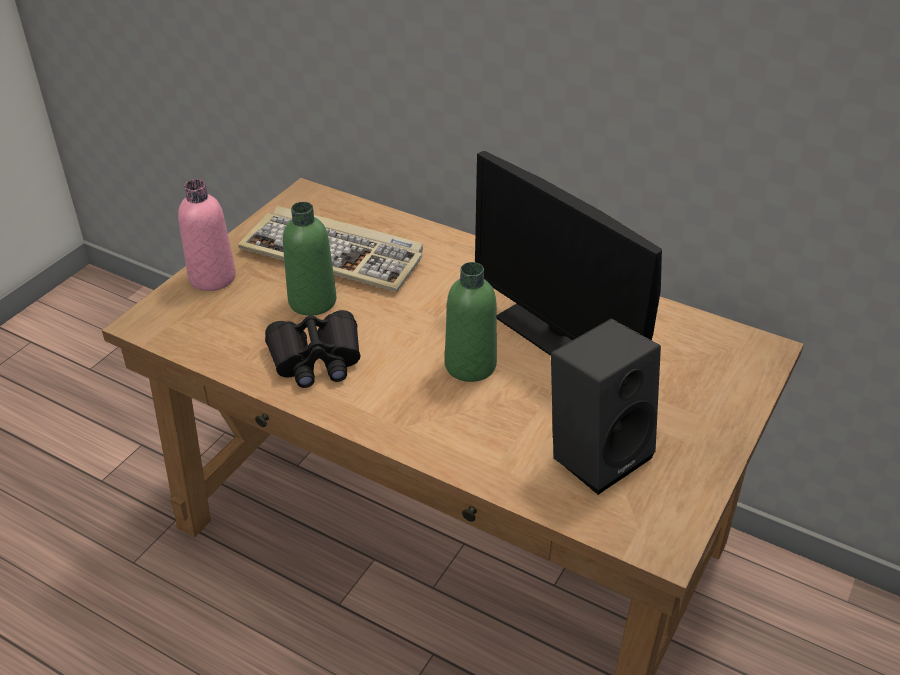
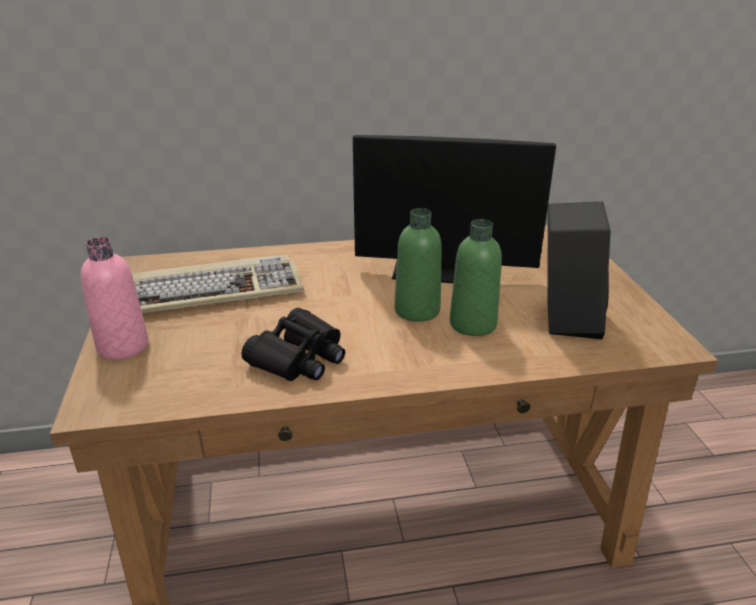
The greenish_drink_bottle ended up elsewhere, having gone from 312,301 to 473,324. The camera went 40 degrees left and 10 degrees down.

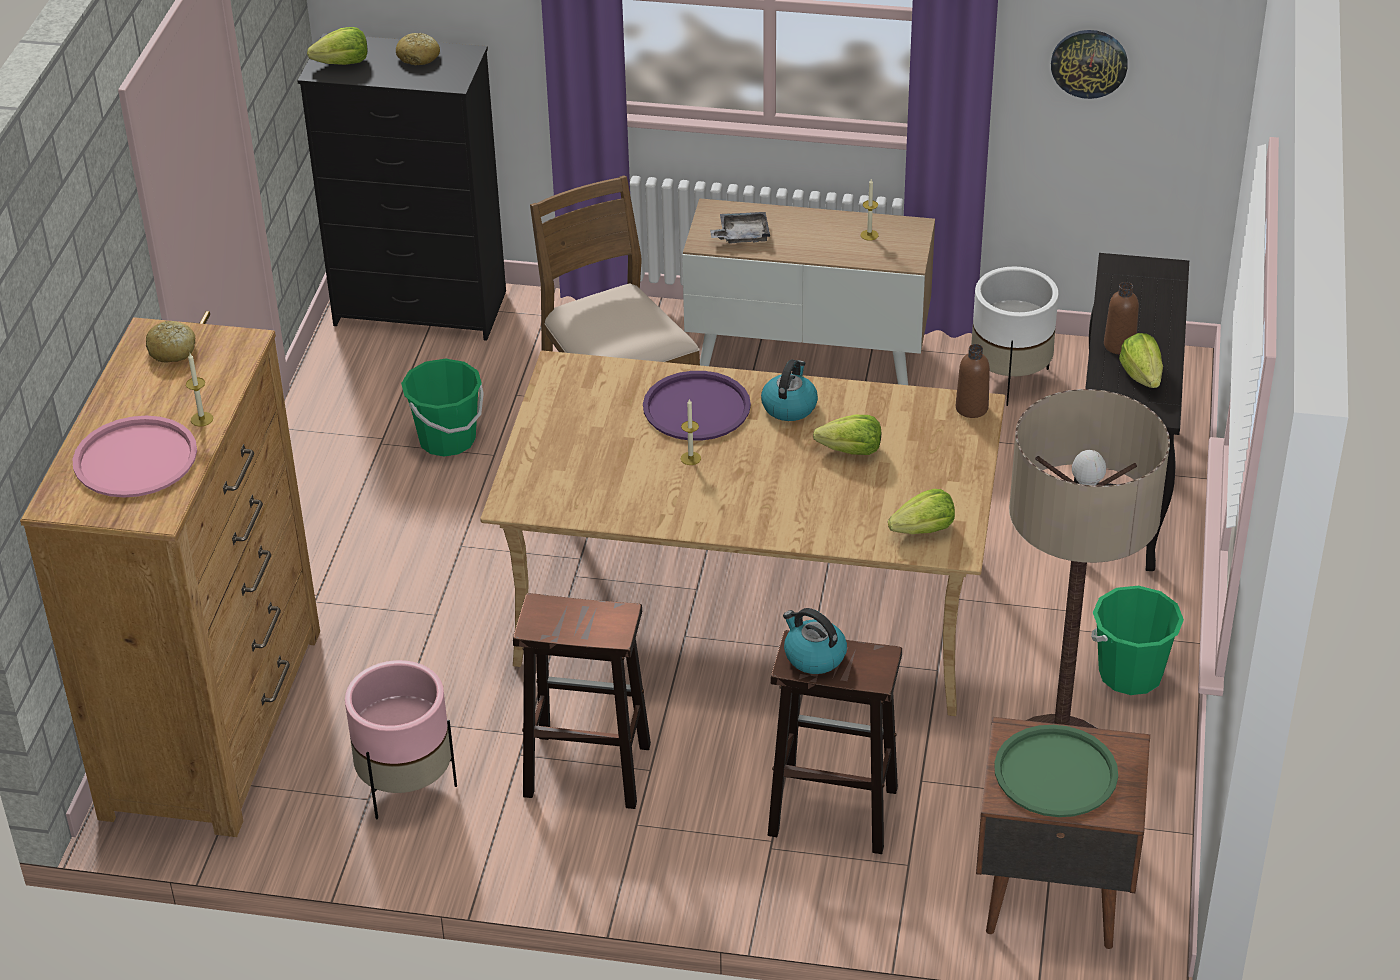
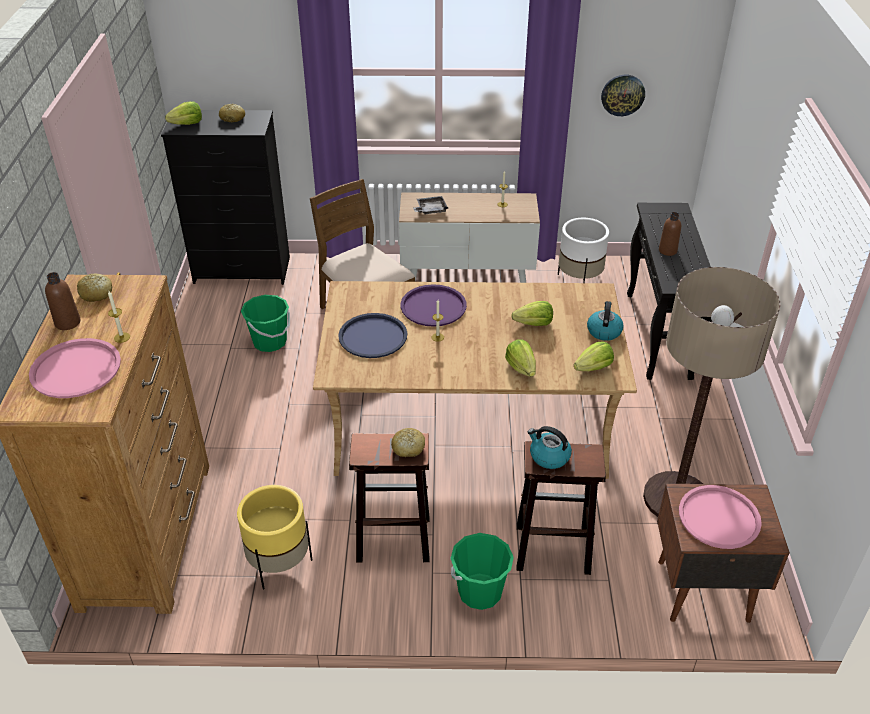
The head_of_lettuce ended up elsewhere, having gone from 1142,376 to 521,368. The brownish_drink_bottle ended up elsewhere, having gone from 971,408 to 67,322. The tea_kettle ended up elsewhere, having gone from 789,406 to 604,331. The greenish_water_bucket ended up elsewhere, having gone from 1130,674 to 480,591. What was the pink_plant_pot at 406,786 turned into the yellow_plant_pot at 279,564. What was the greenish_serving_tray at 1055,773 turned into the pink_serving_tray at 719,518. The second view gained the blue-coloured_serving_tray at 372,336. The second view gained the bakery_bread at 408,448. The camera went 10 degrees left and 0 degrees up.

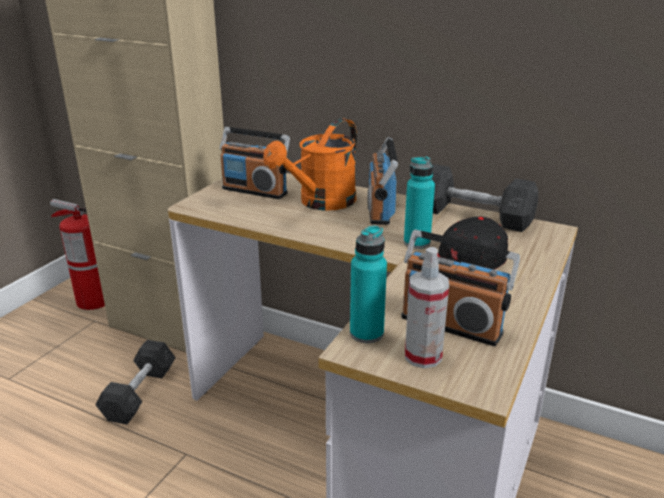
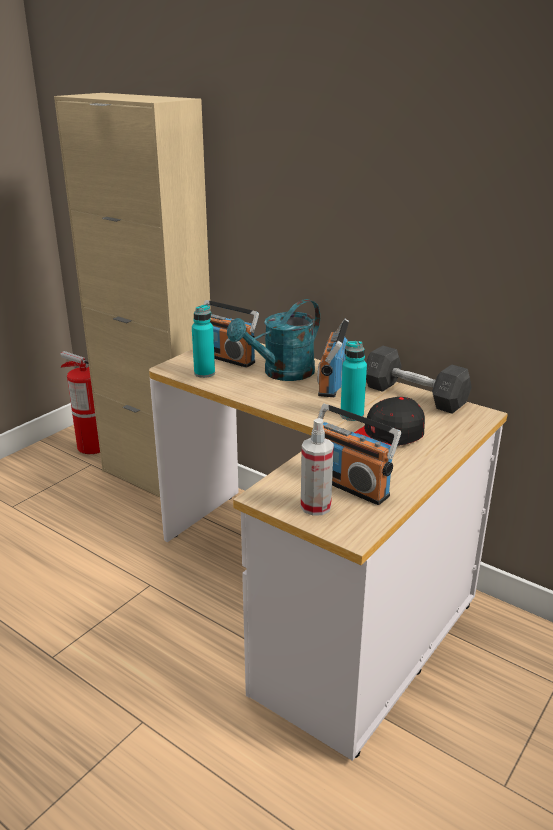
What was the orangey_watering_pot at 321,203 turned into the turquoise-coloured_watering_pot at 281,373. The turquoise-coloured_drink_bottle ended up elsewhere, having gone from 366,333 to 204,373. The second view lost the grey_dumbbell at 140,393. The camera went 10 degrees right and 0 degrees up.

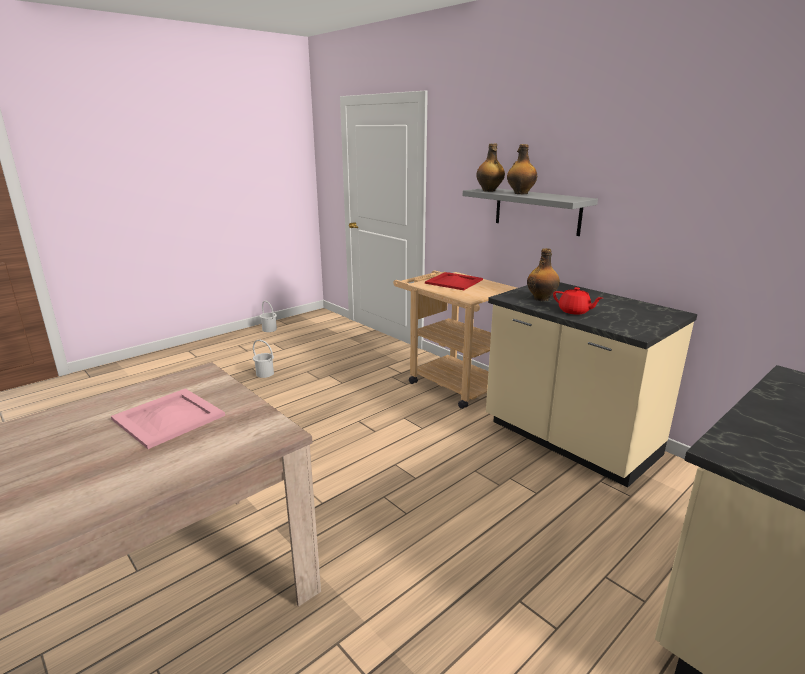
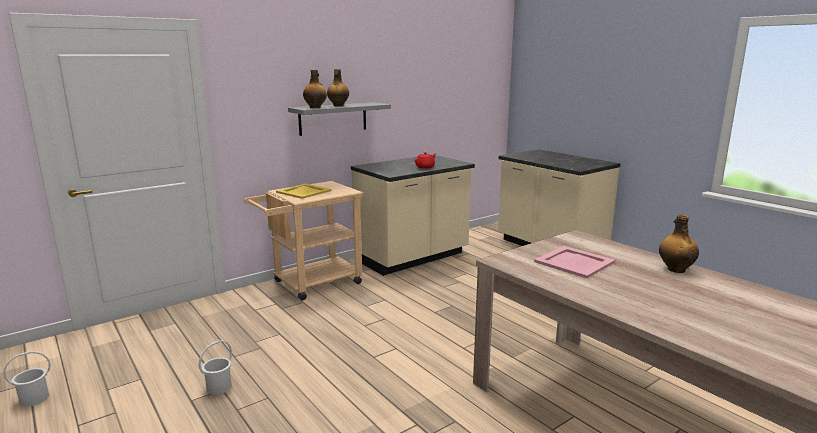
The drink_bottle ended up elsewhere, having gone from 541,299 to 675,269. What was the red-coloured_serving_tray at 453,281 turned into the yellow_serving_tray at 303,191. The camera went 85 degrees left and 5 degrees down.

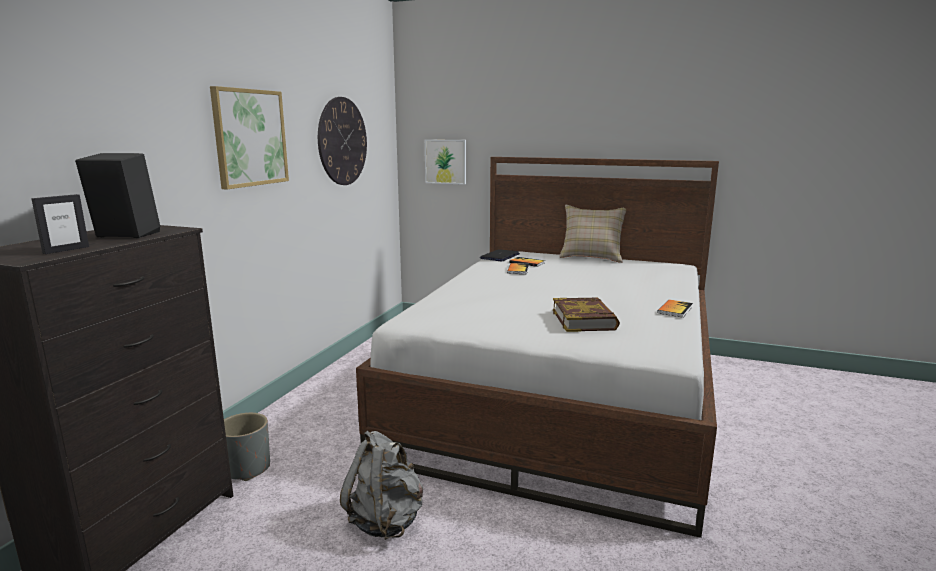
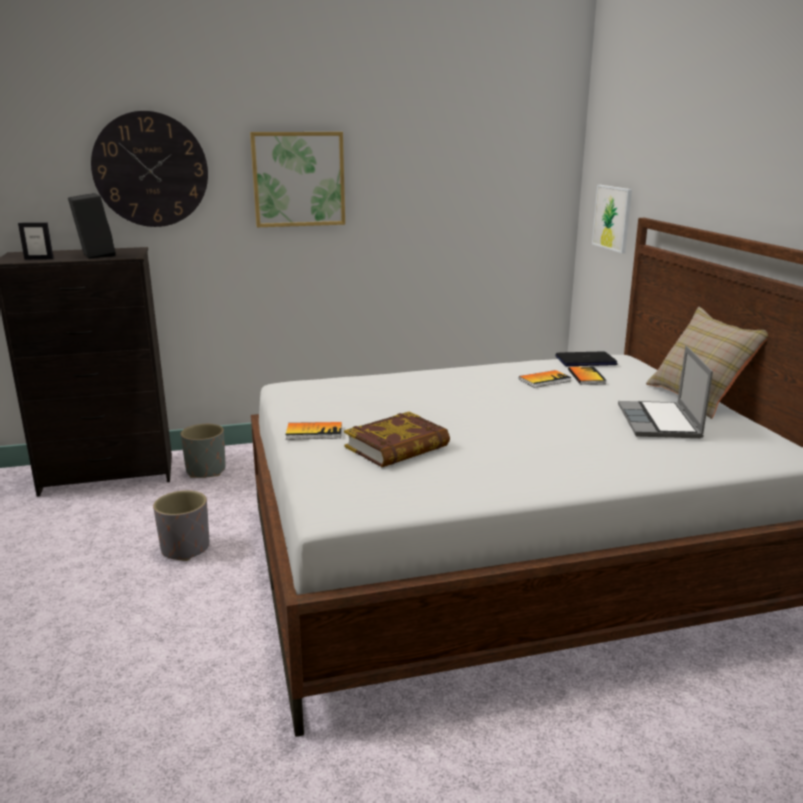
The hanging_clock ended up elsewhere, having gone from 342,141 to 150,170. The bound_book ended up elsewhere, having gone from 675,309 to 314,432. Where the grey_backpack stood at 386,520, the grey_plant_pot came to stand at 185,548. The second view gained the portable_computer at 660,422. The camera went 55 degrees right and 5 degrees up.

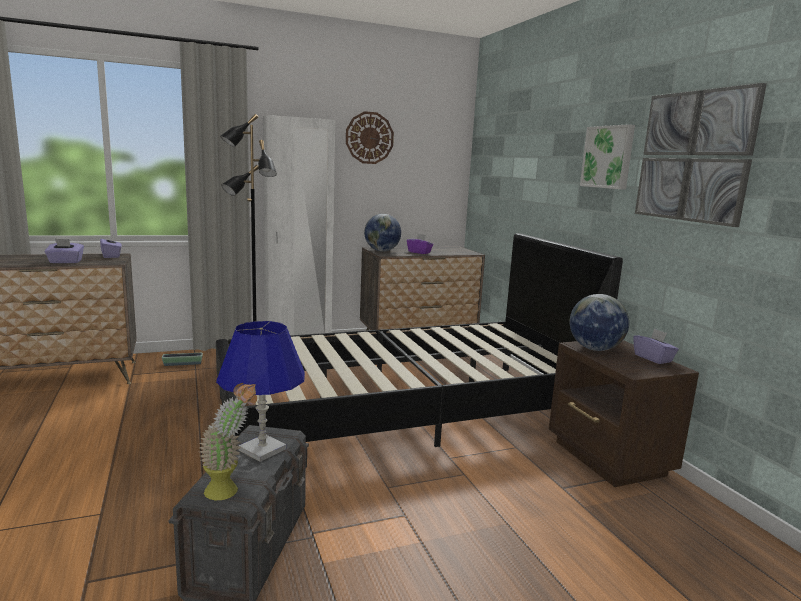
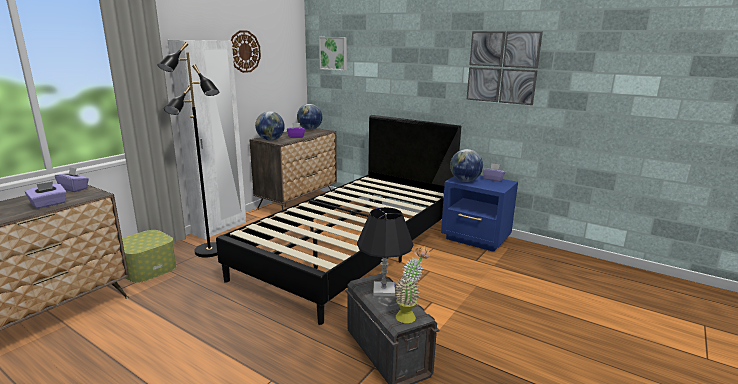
The picture ended up elsewhere, having gone from 608,157 to 334,53. What was the blue-coloured_table_lamp at 262,449 turned into the black_table_lamp at 383,289. What was the brownish_nightstand at 609,459 turned into the blue-coloured_nightstand at 476,239. Where the plant_pot stood at 182,364, the storage_bin came to stand at 147,268. The second view gained the desk_globe at 309,129. The camera went 35 degrees left and 5 degrees up.

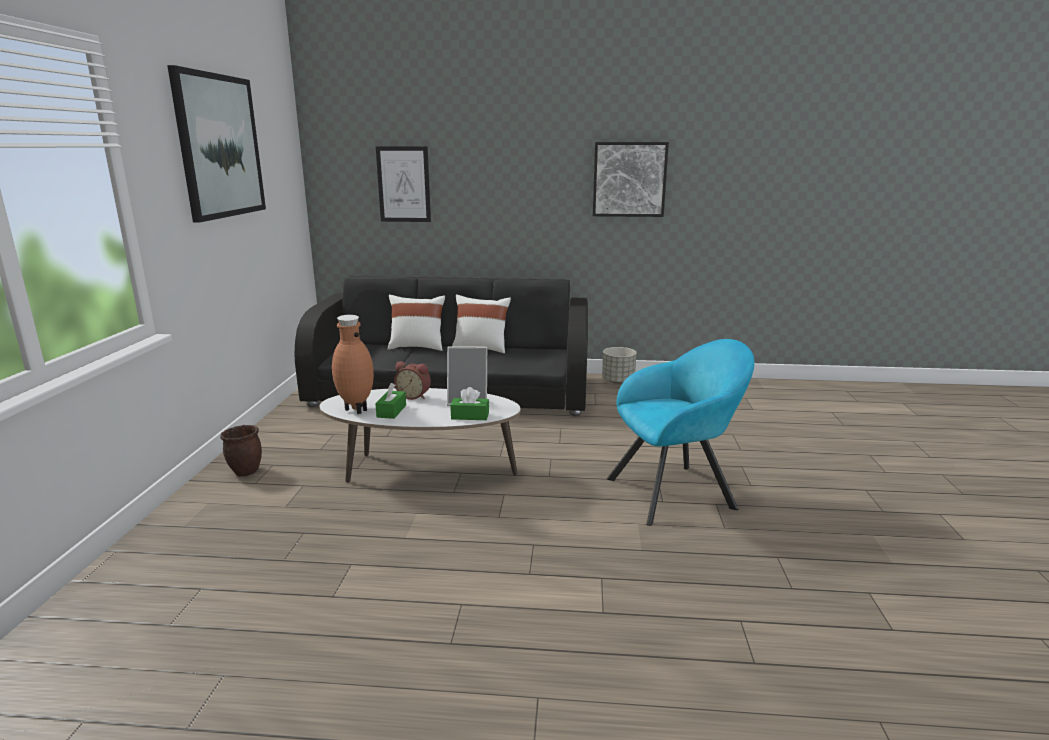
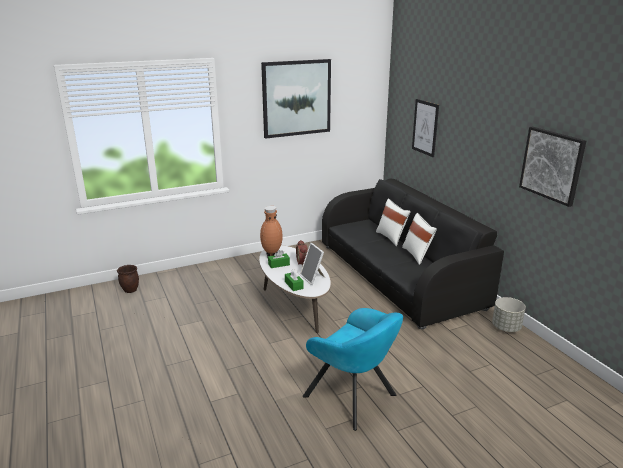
The brownish_plant_pot ended up elsewhere, having gone from 246,471 to 130,290. The camera went 60 degrees right and 5 degrees up.

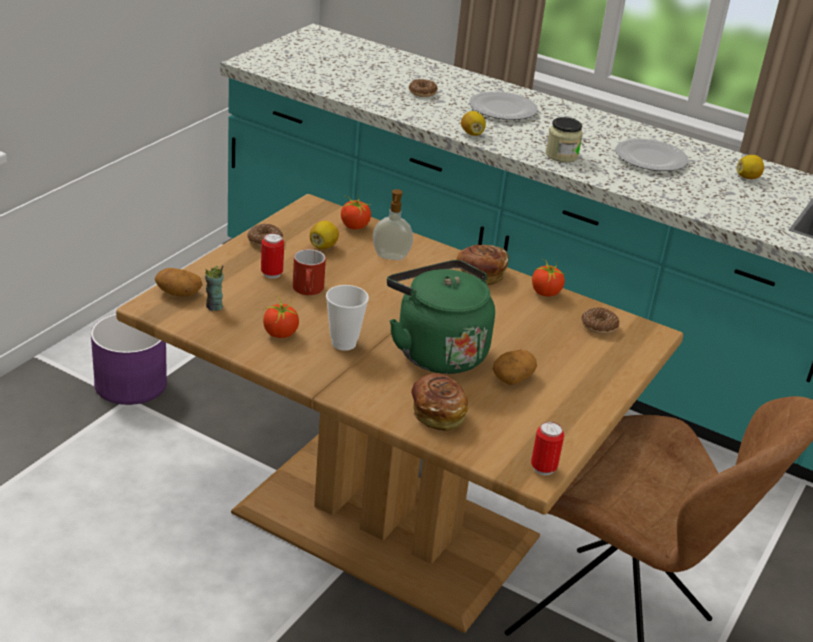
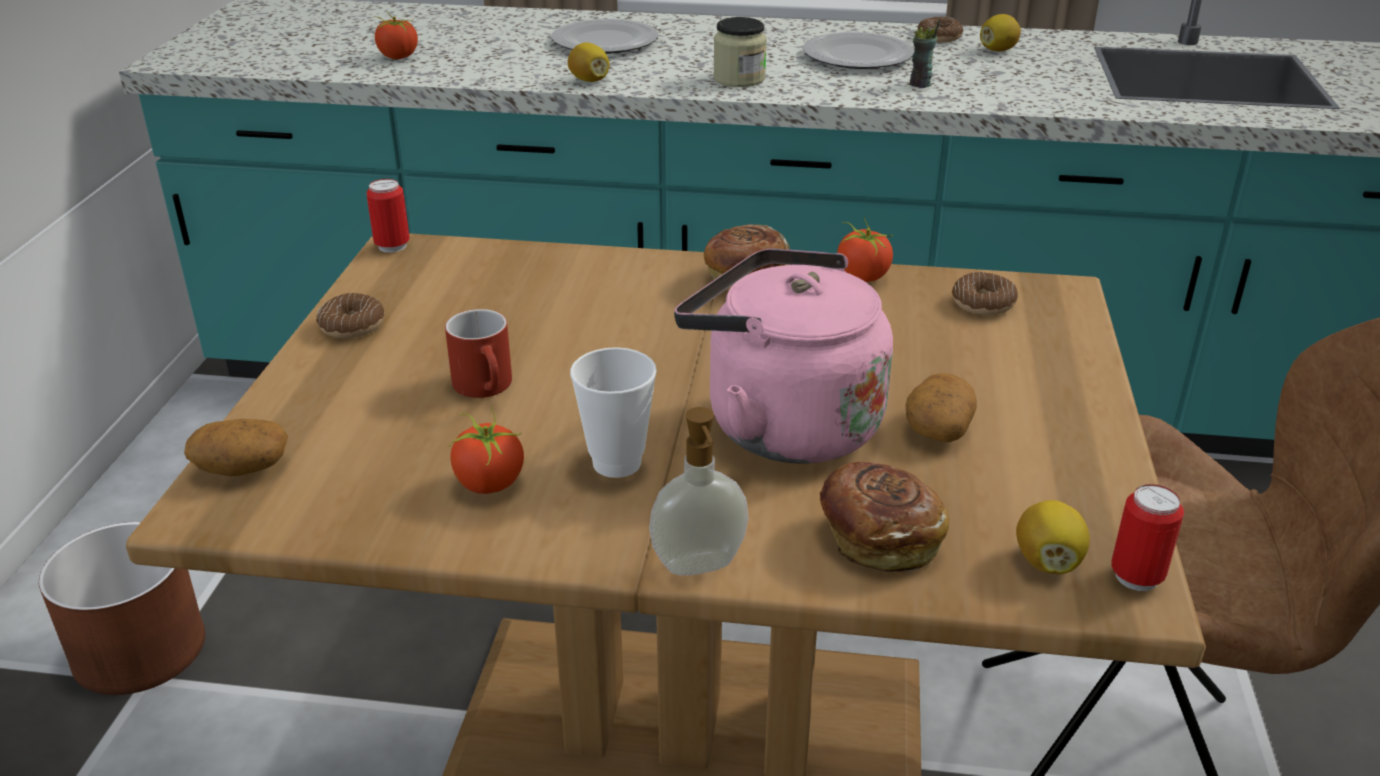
The doughnut ended up elsewhere, having gone from 422,93 to 939,37. The soap_bottle ended up elsewhere, having gone from 391,257 to 699,566. The tomato ended up elsewhere, having gone from 354,226 to 398,57. The whole_lemon ended up elsewhere, having gone from 323,246 to 1048,561. The can ended up elsewhere, having gone from 271,274 to 392,246. What was the greenish_tea_kettle at 436,351 turned into the pink_tea_kettle at 782,424. The cup ended up elsewhere, having gone from 214,307 to 920,84. What was the purple_plant_pot at 131,383 turned into the brownish_plant_pot at 139,648. The camera went 20 degrees left and 0 degrees up.

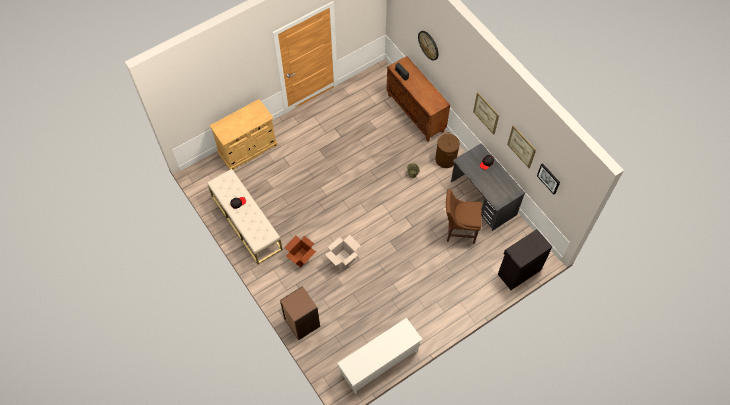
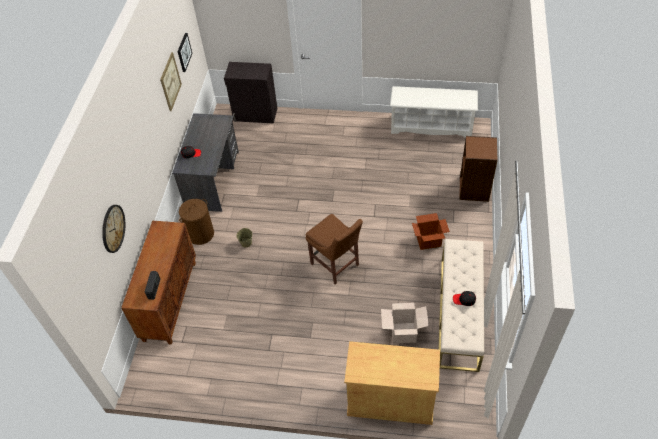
The second view lost the picture at 486,113. The brownish_upright_chair ended up elsewhere, having gone from 459,230 to 336,266. The packing_box ended up elsewhere, having gone from 343,260 to 403,333. The camera went 135 degrees left and 10 degrees down.

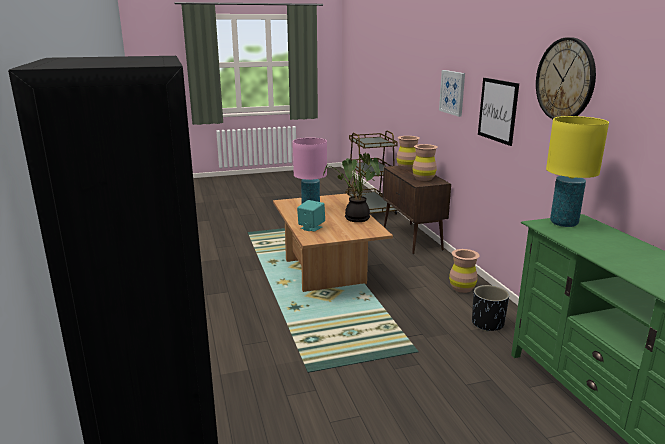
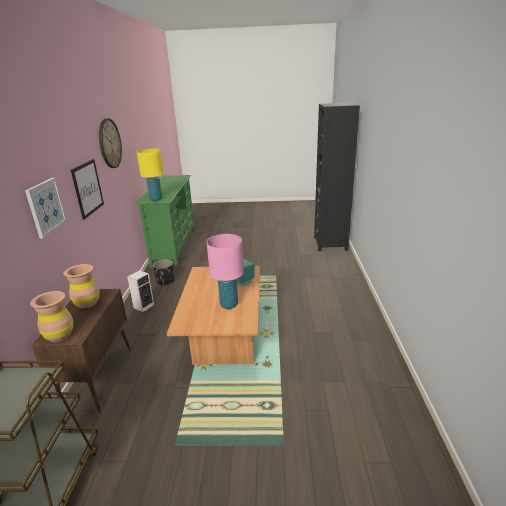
The second view lost the houseplant at 355,218. Where the brownish_vase stood at 462,288, the loudspeaker came to stand at 144,306. The camera went 160 degrees left and 5 degrees up.

